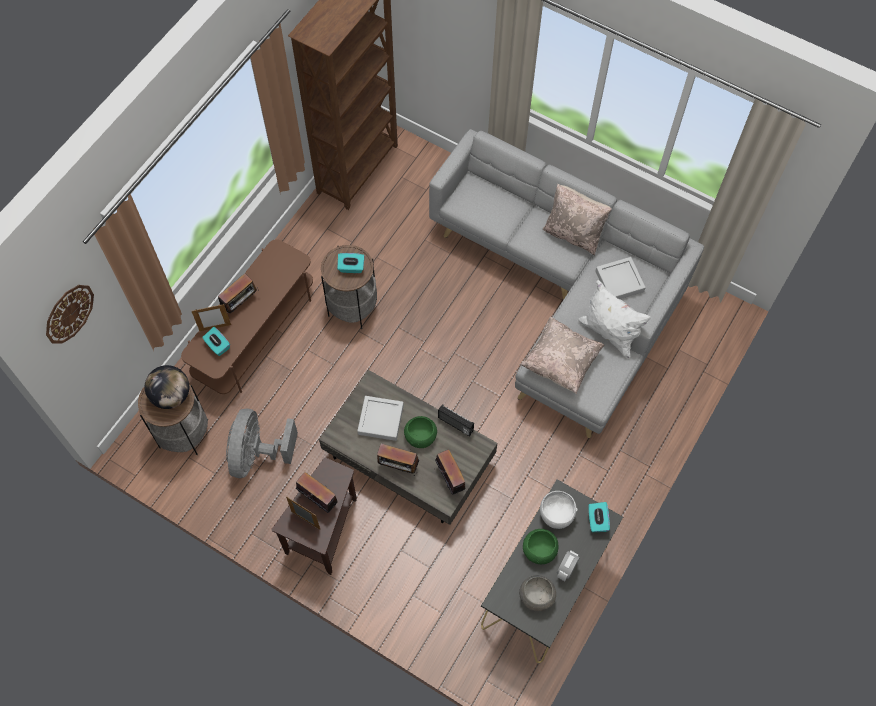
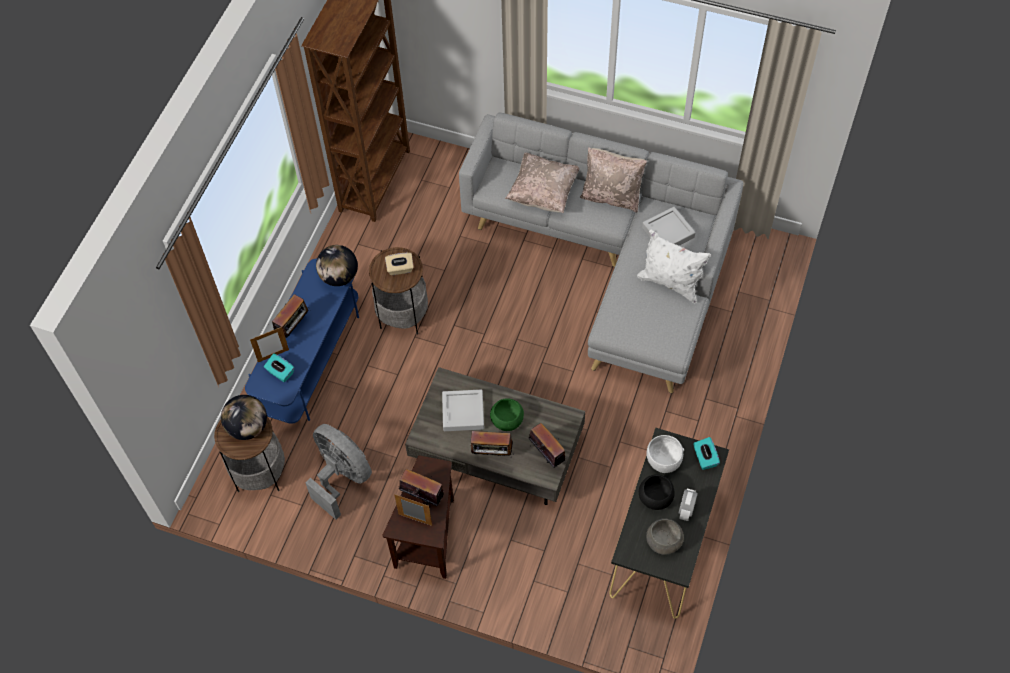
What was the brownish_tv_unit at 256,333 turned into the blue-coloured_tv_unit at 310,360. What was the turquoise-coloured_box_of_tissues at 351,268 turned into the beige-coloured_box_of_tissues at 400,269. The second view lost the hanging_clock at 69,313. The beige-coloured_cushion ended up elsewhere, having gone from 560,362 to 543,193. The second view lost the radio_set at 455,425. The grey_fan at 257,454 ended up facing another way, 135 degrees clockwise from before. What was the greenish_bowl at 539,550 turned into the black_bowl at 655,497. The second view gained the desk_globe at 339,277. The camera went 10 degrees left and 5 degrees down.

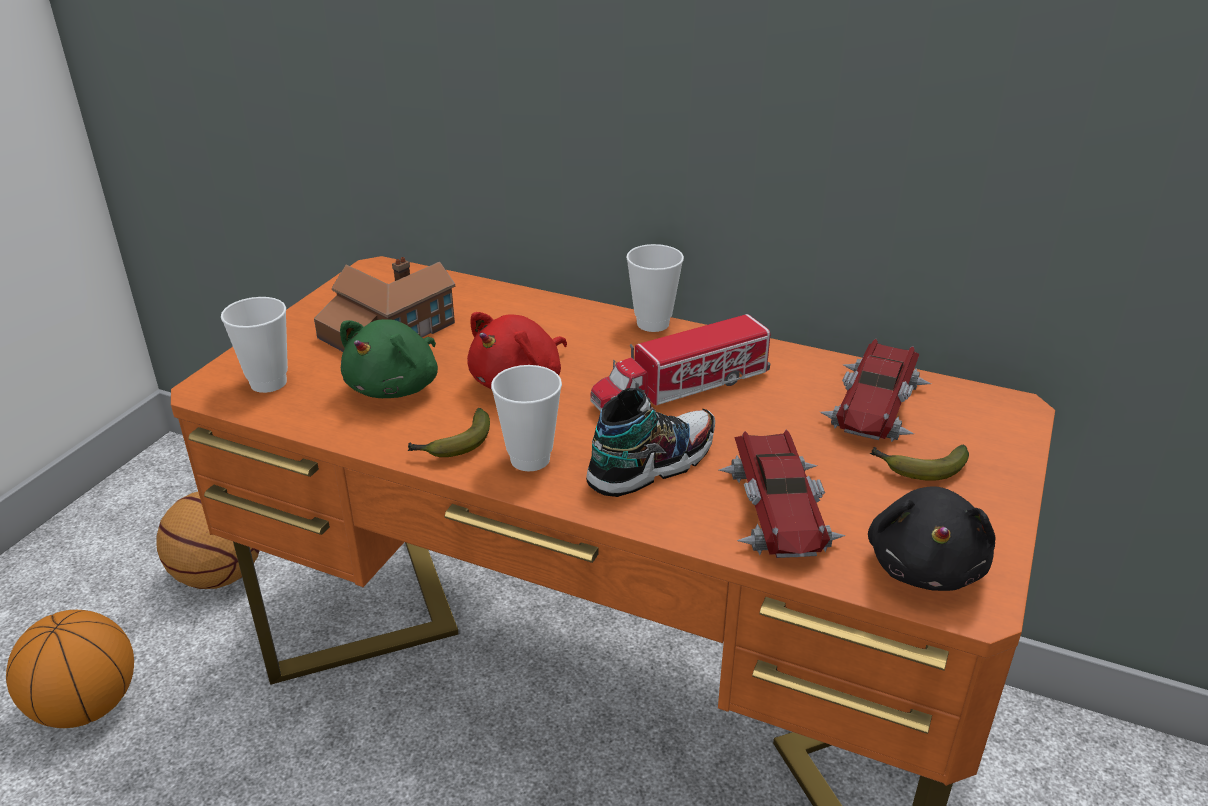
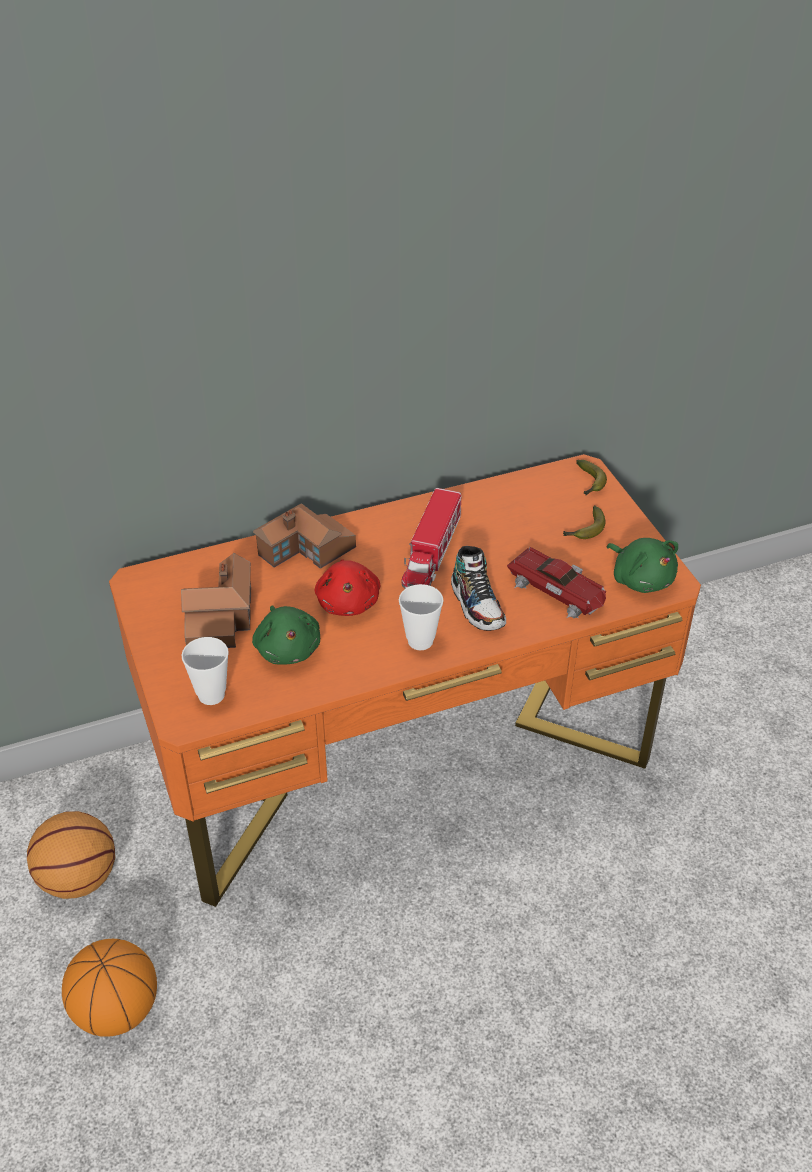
The second view lost the cup at 653,324. The second view lost the model_car at 876,405. The item_of_footwear at 652,464 ended up facing another way, 150 degrees clockwise from before. The banana_fruit ended up elsewhere, having gone from 453,445 to 589,483. What was the black_plush_toy at 925,565 turned into the greenish_plush_toy at 641,578. The second view gained the model_house at 306,550. The camera went 45 degrees left and 10 degrees up.

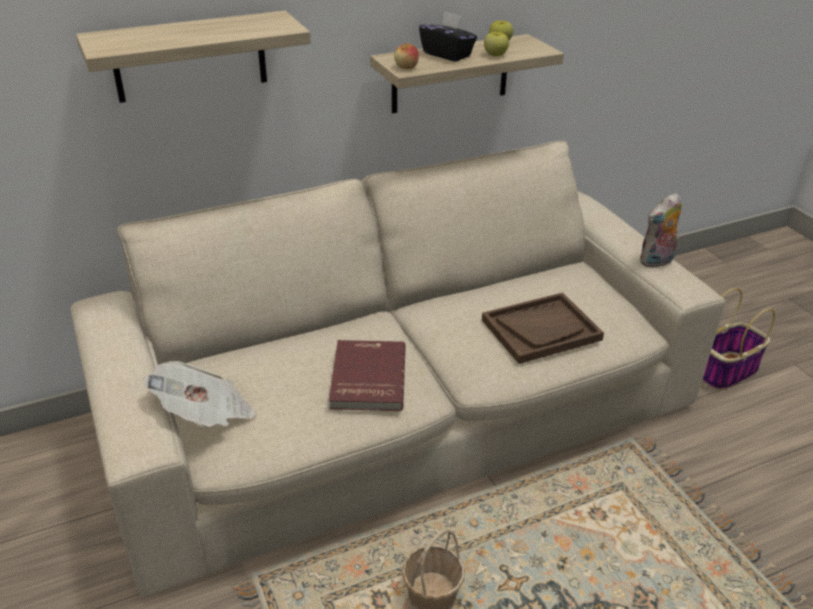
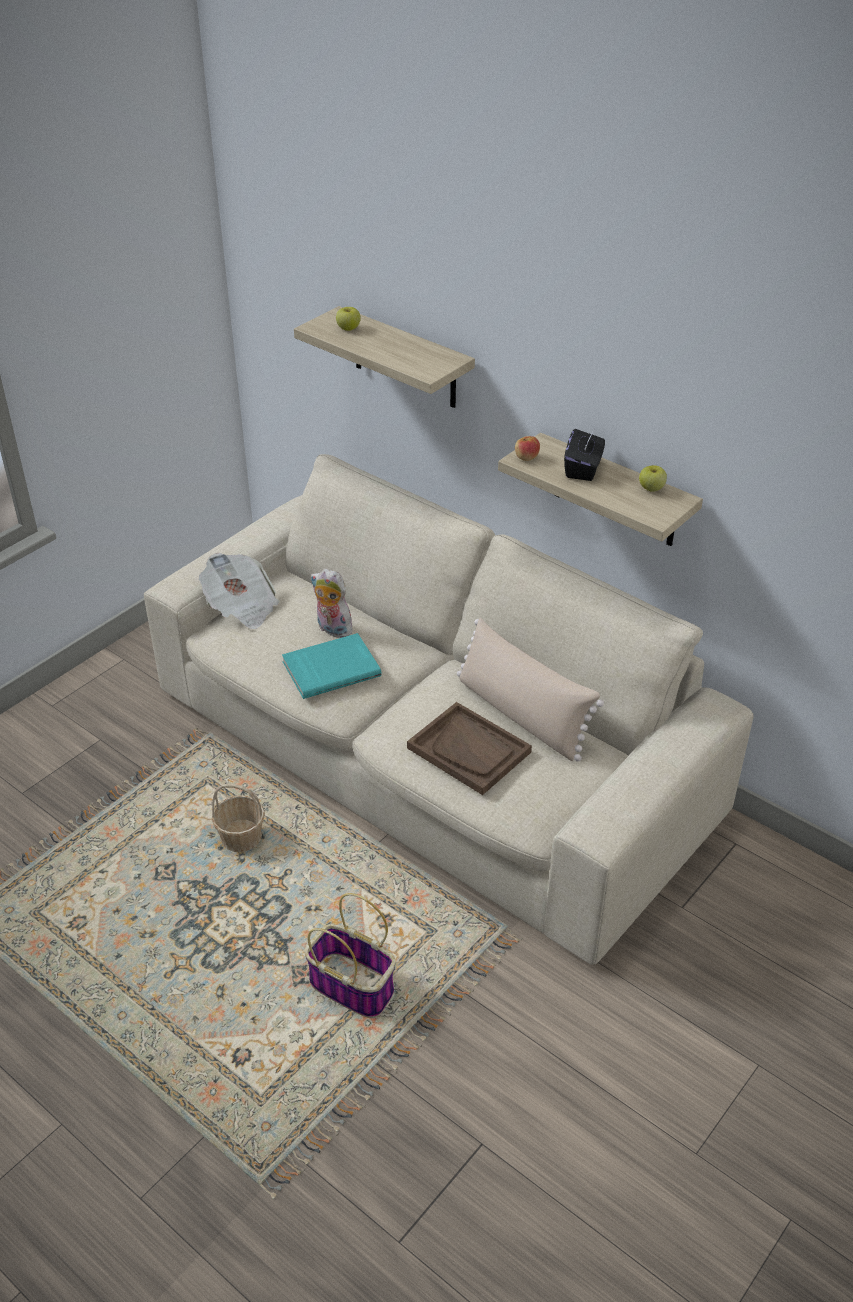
The apple ended up elsewhere, having gone from 495,55 to 348,328. The plush_toy ended up elsewhere, having gone from 656,262 to 332,629. The storage_basket ended up elsewhere, having gone from 726,371 to 353,987. What was the red-coloured_bound_book at 366,378 turned into the turquoise-coloured_bound_book at 331,668. The second view gained the beige-coloured_cushion at 521,715. The camera went 65 degrees right and 5 degrees up.

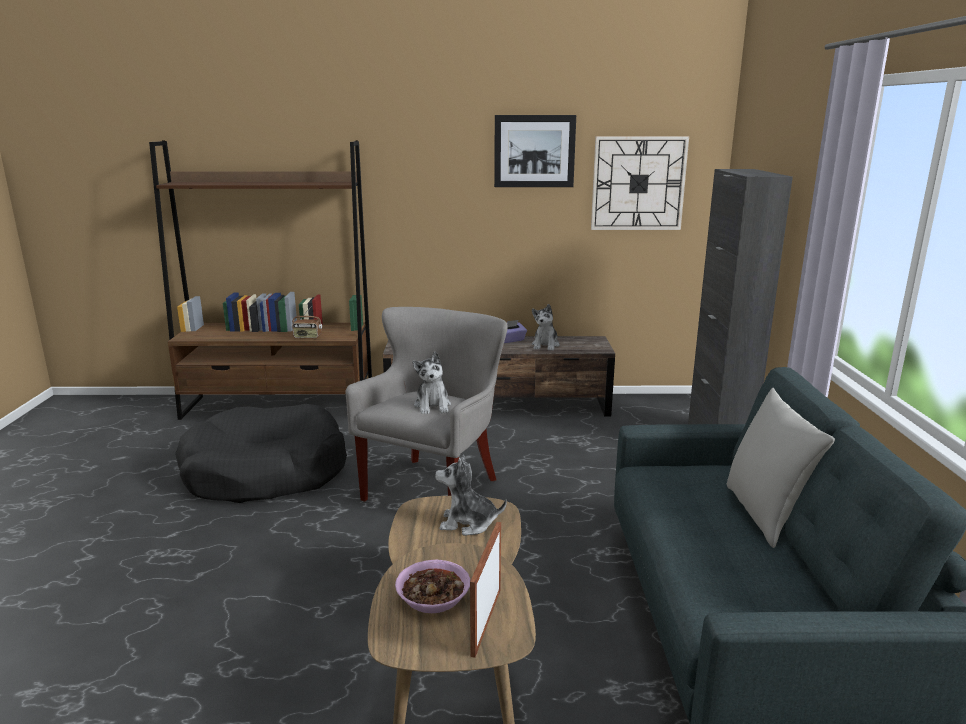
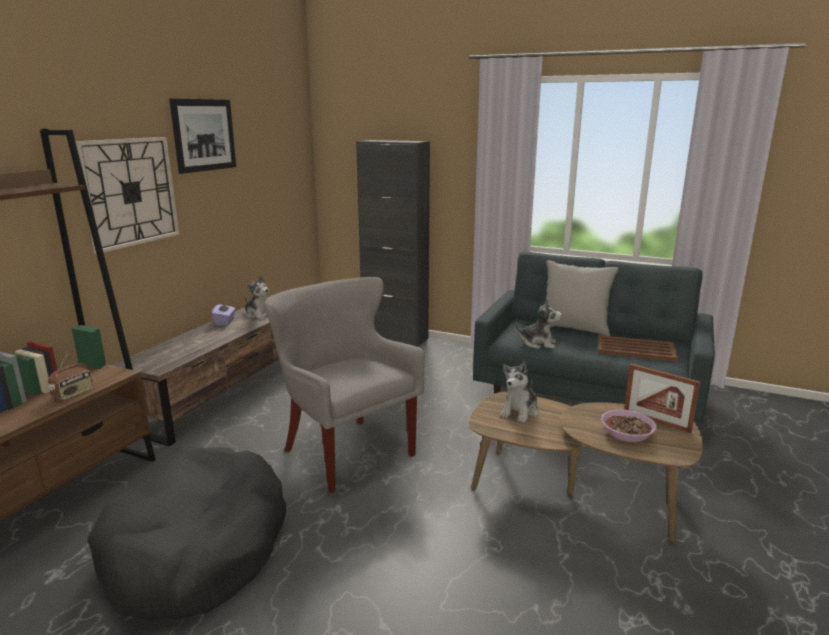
The hanging_clock ended up elsewhere, having gone from 638,183 to 130,192. The plush_toy ended up elsewhere, having gone from 432,406 to 538,343. The second view gained the brownish_serving_tray at 635,349. The camera went 65 degrees left and 0 degrees up.

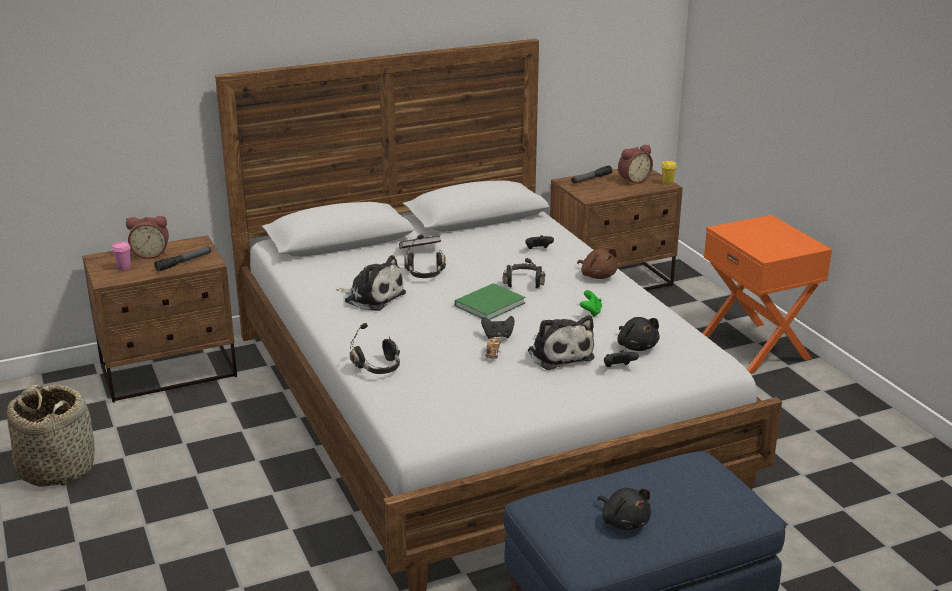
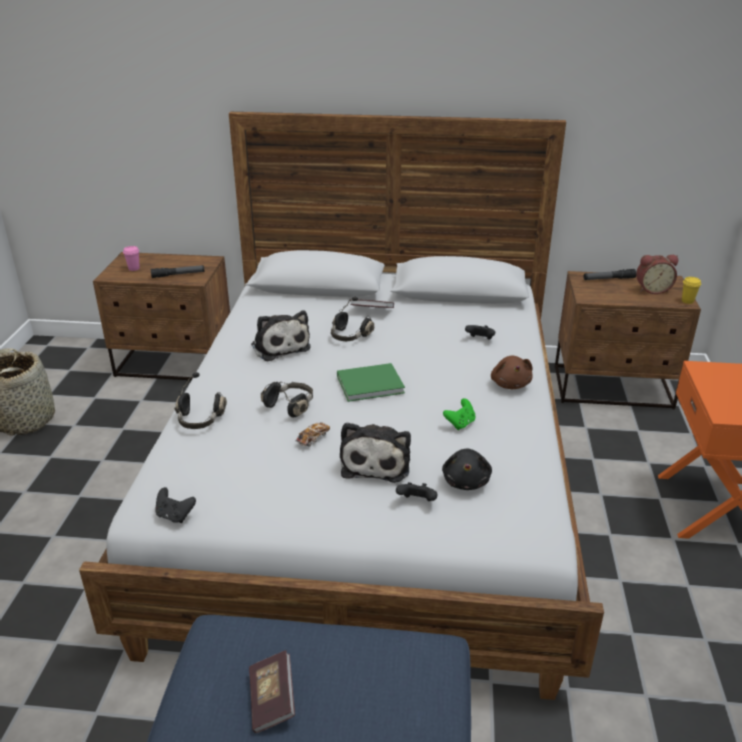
The second view lost the table_clock at 151,254. The black_headphones ended up elsewhere, having gone from 523,282 to 290,406. The black_game_controller ended up elsewhere, having gone from 498,336 to 175,516. Where the black_plush_toy stood at 624,521, the bound_book came to stand at 272,700. The camera went 30 degrees right and 5 degrees up.

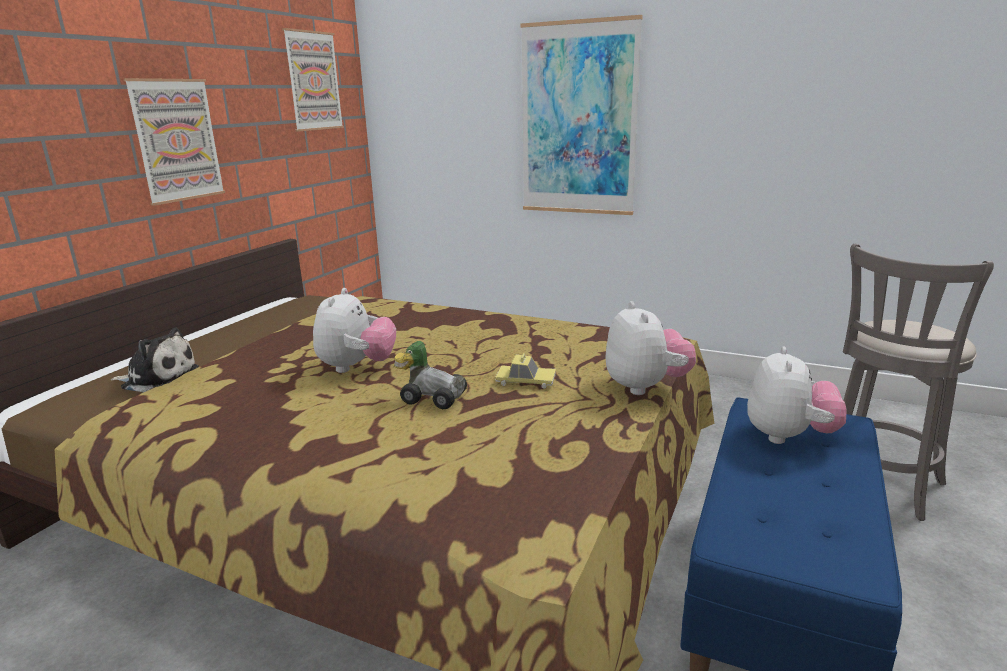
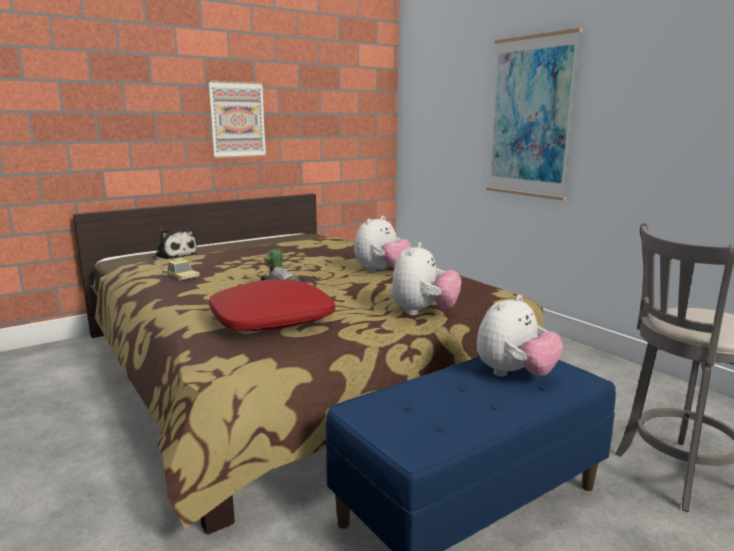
The second view lost the picture at 313,81. The plush_toy ended up elsewhere, having gone from 356,367 to 381,271. The model_car ended up elsewhere, having gone from 526,381 to 181,276. The second view gained the red-coloured_cushion at 272,320. The camera went 30 degrees right and 5 degrees down.

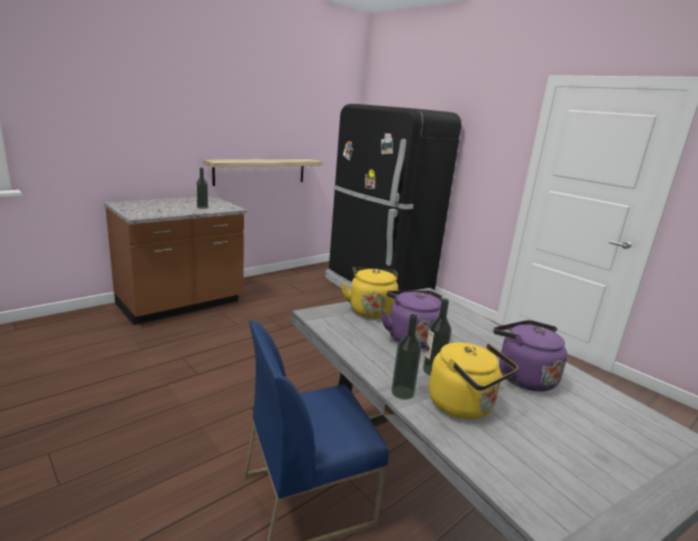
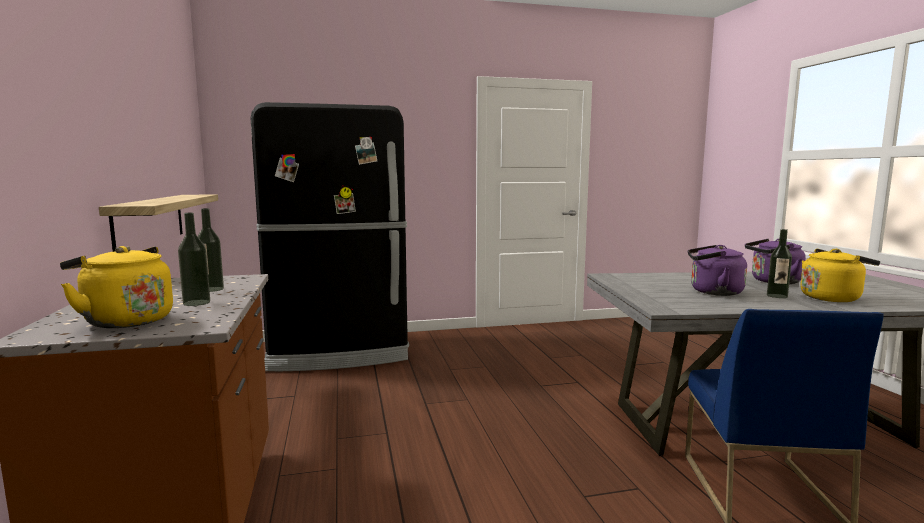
The yellow_tea_kettle ended up elsewhere, having gone from 370,310 to 125,321. The drink_bottle ended up elsewhere, having gone from 402,392 to 196,303. The camera went 60 degrees left and 10 degrees down.

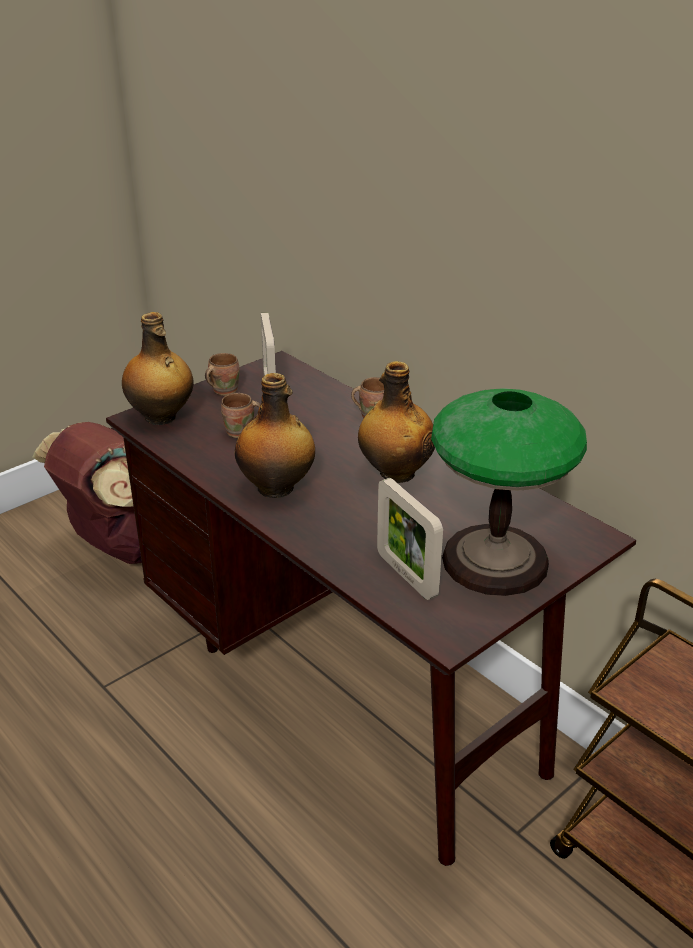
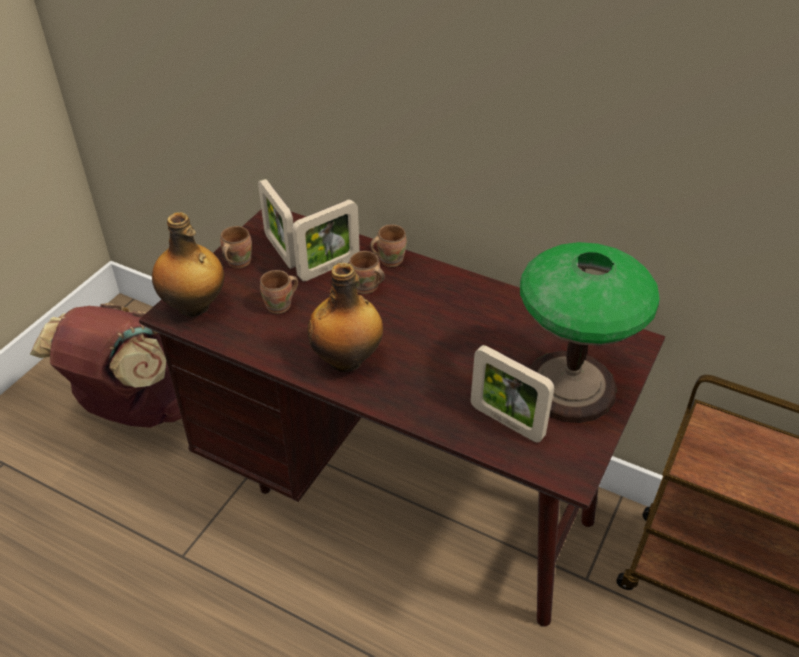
The second view lost the drink_bottle at 395,473. The second view gained the picture_frame at 329,268. The second view gained the brownish_tea_mug at 366,288. The camera went 20 degrees left and 10 degrees up.

